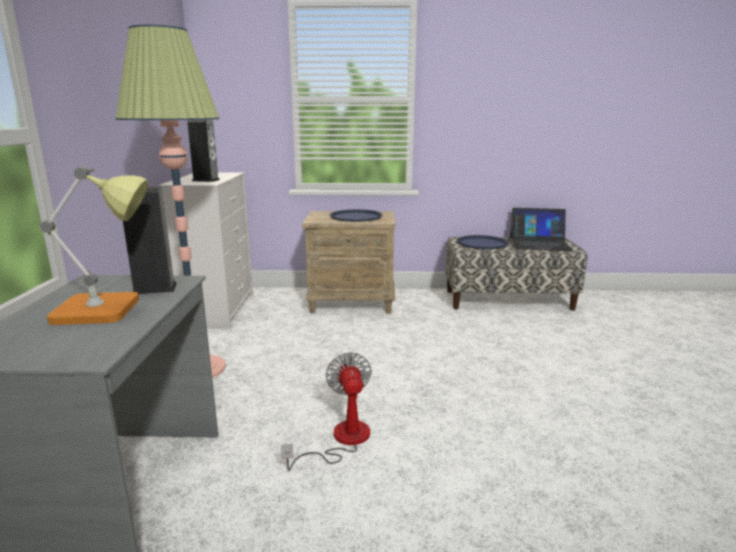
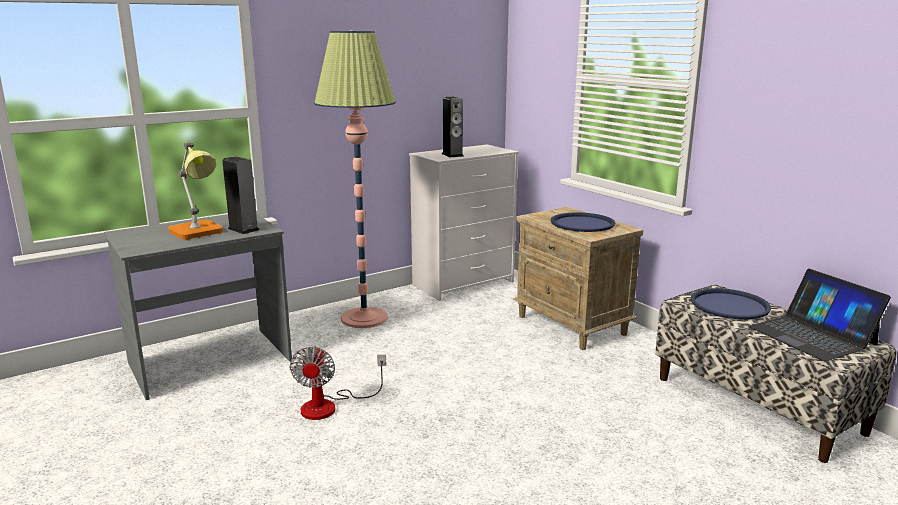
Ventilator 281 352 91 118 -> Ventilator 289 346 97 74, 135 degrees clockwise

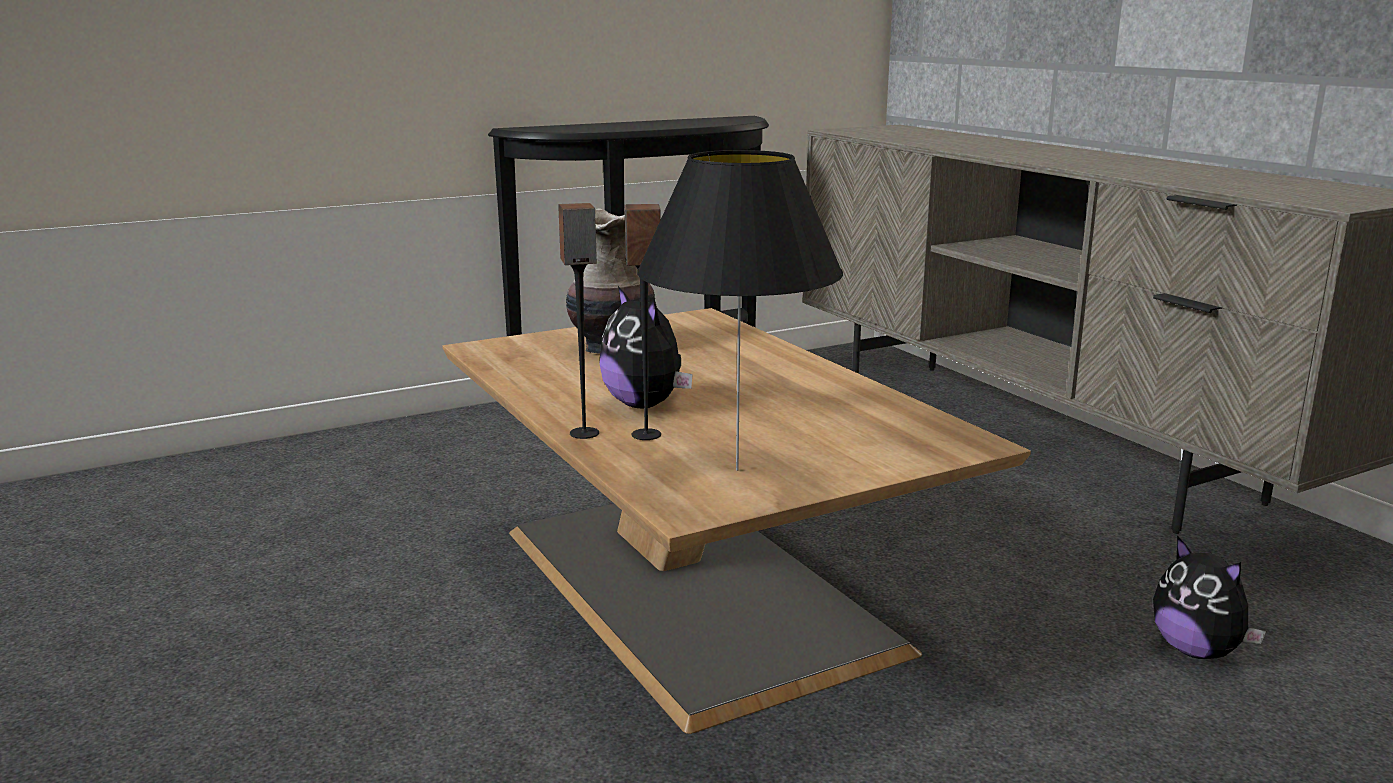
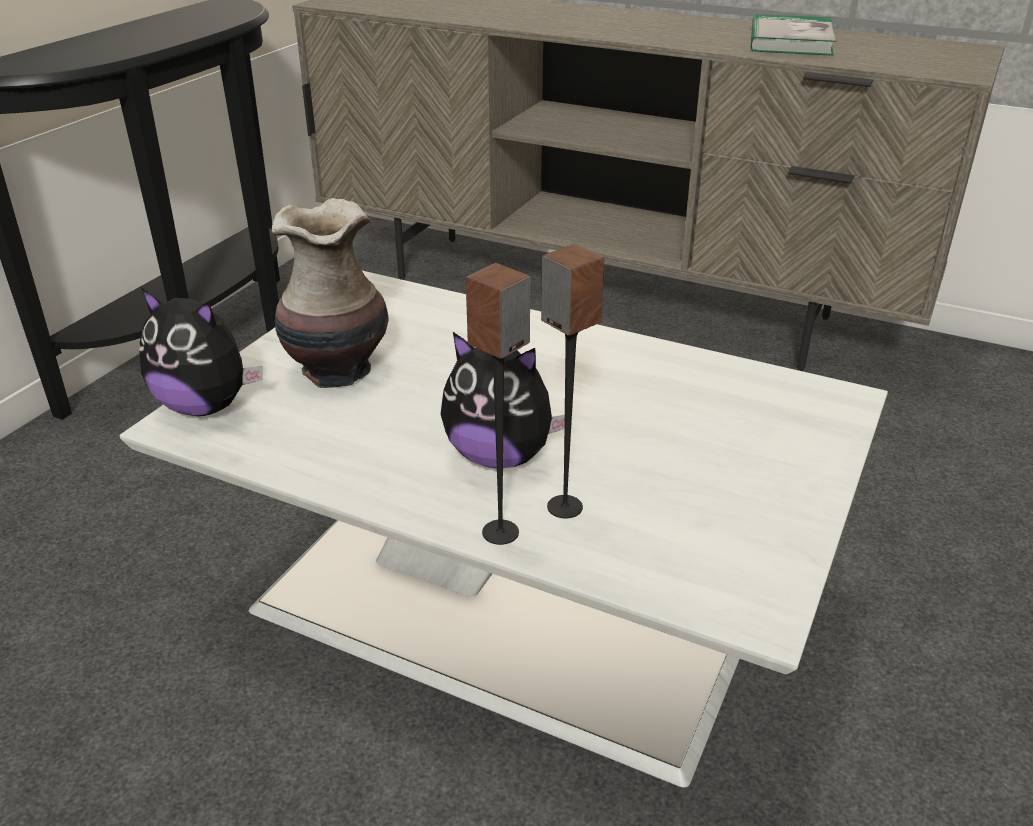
Couchtisch [braun] 443 308 588 426 -> Couchtisch [weiß] 119 271 769 517
Plüschtier 1153 536 113 123 -> Plüschtier 139 288 124 128, move
none -> Buch 751 14 85 42
Tischlampe [schwarz] 637 150 206 321 -> none

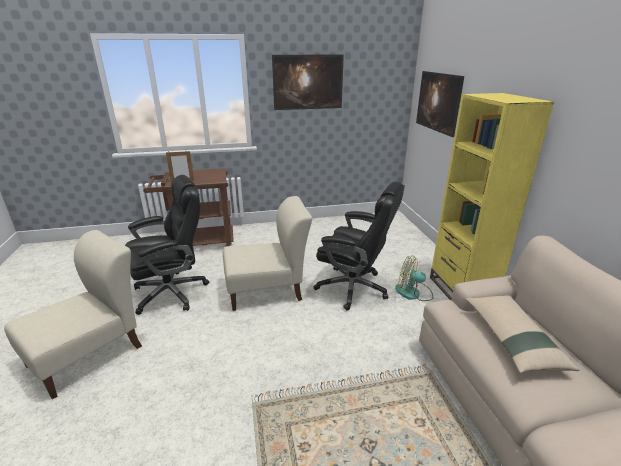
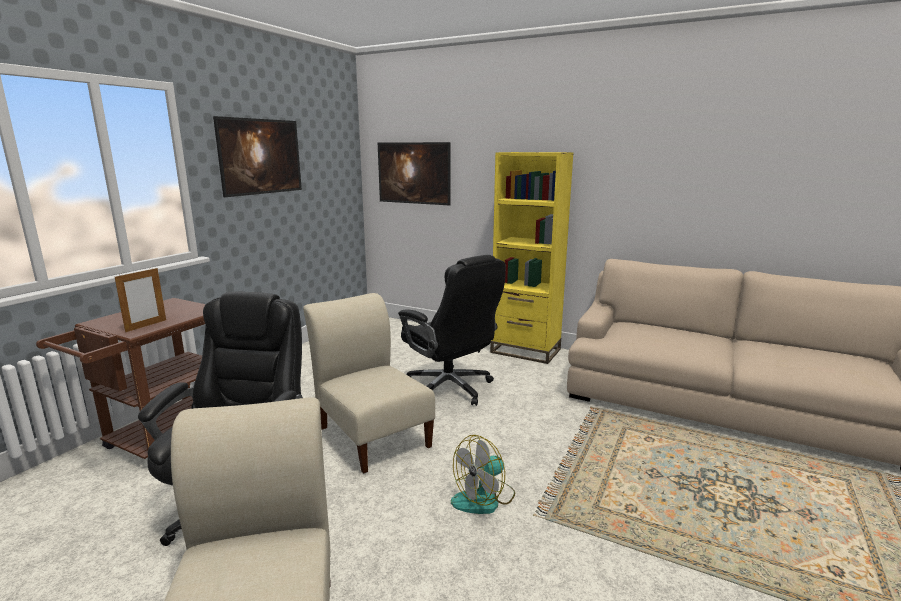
Stuhl [beige] 223 196 89 115 -> Stuhl [beige] 303 293 132 180, 60 degrees counterclockwise
Bürostuhl [schwarz] 314 182 91 129 -> Bürostuhl [schwarz] 398 255 108 151, 75 degrees clockwise
Ventilator 395 255 38 46 -> Ventilator 451 435 64 79, move
Kissen [beige] 466 295 113 78 -> none

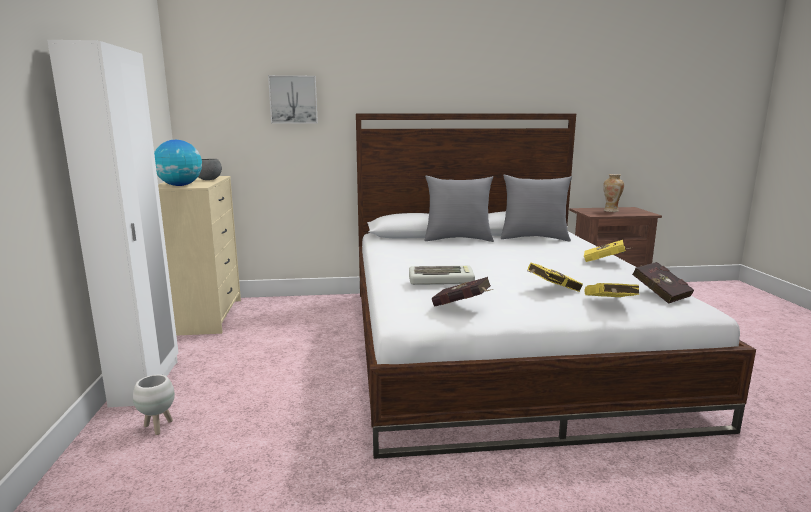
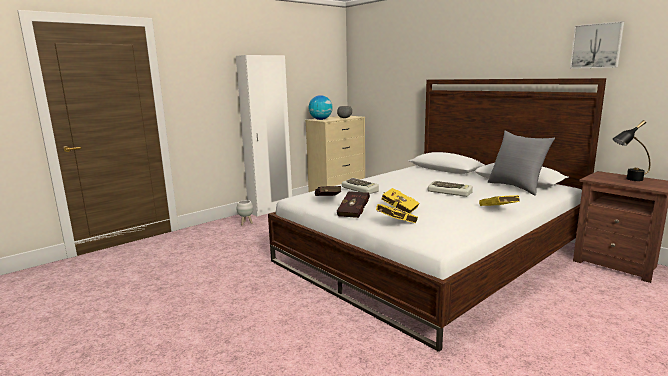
Buch [rot] 632 262 62 42 -> Buch [rot] 336 192 34 26, move
none -> Tastatur 428 181 45 16
Bild 268 75 50 49 -> Bild 570 21 54 48, move
Vase 603 174 21 38 -> Tischlampe [schwarz] 613 120 37 61
Kissen [grau] 425 176 69 66 -> none

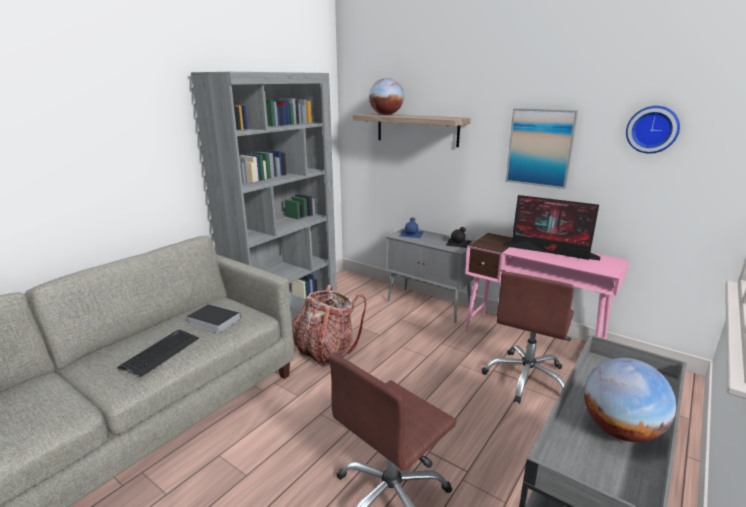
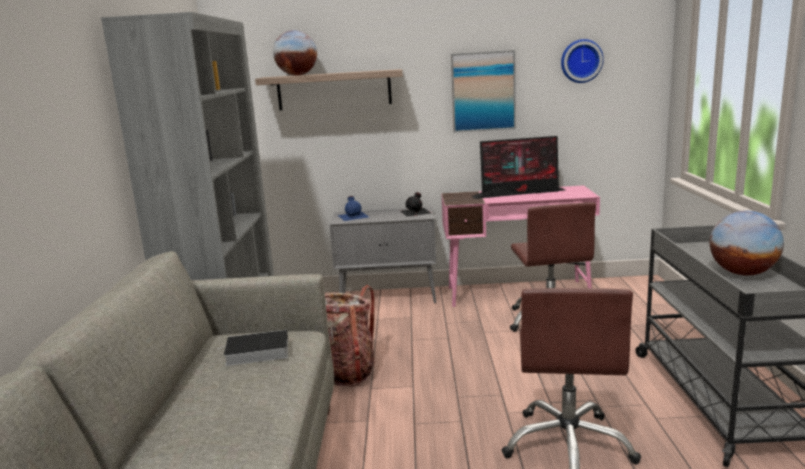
Tastatur 117 329 82 47 -> none

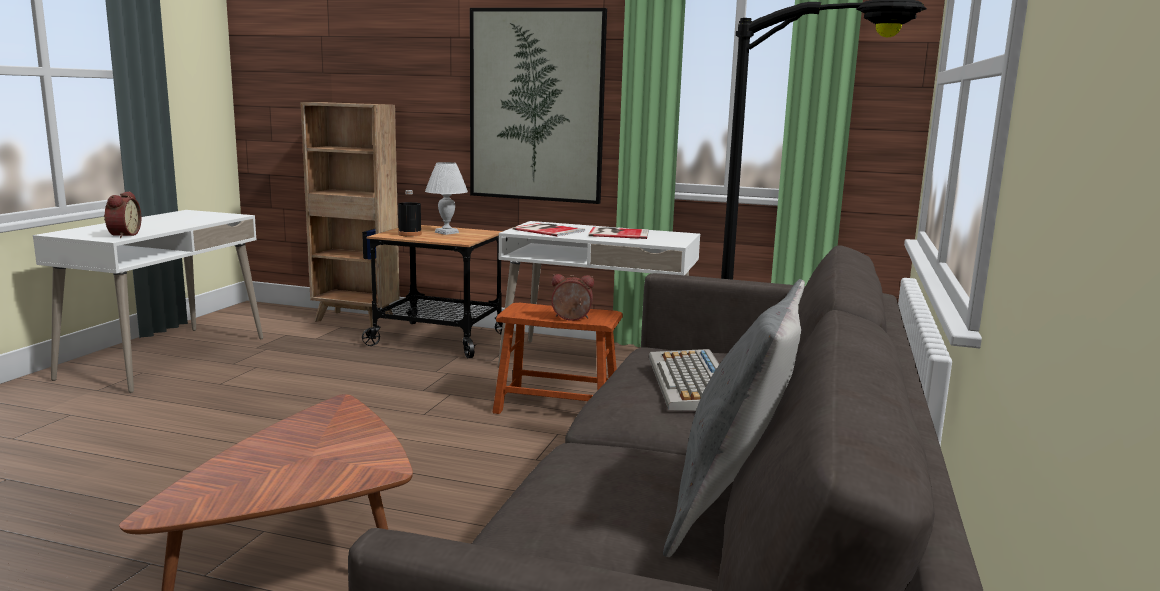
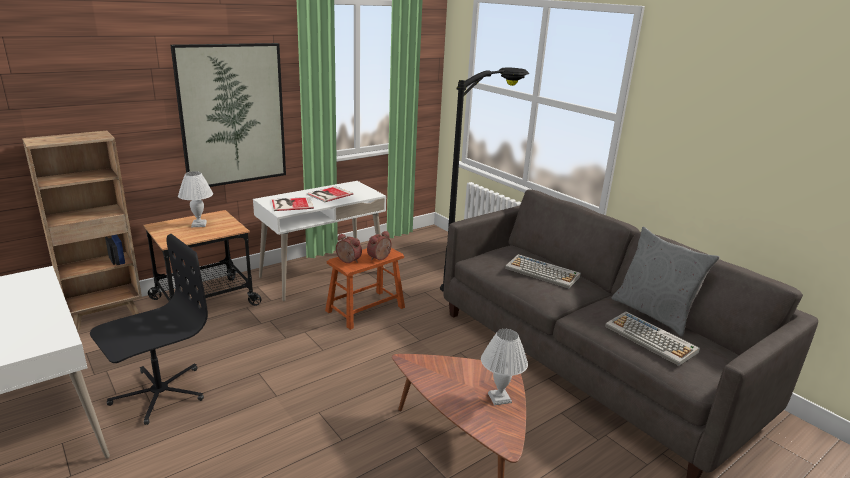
none -> Bürostuhl [schwarz] 90 234 118 191
Wecker 104 191 37 47 -> Wecker 336 234 26 29, move
none -> Tischlampe [weiß] 481 329 47 76
none -> Tastatur 605 311 95 55
Flasche [schwarz] 398 190 24 47 -> none

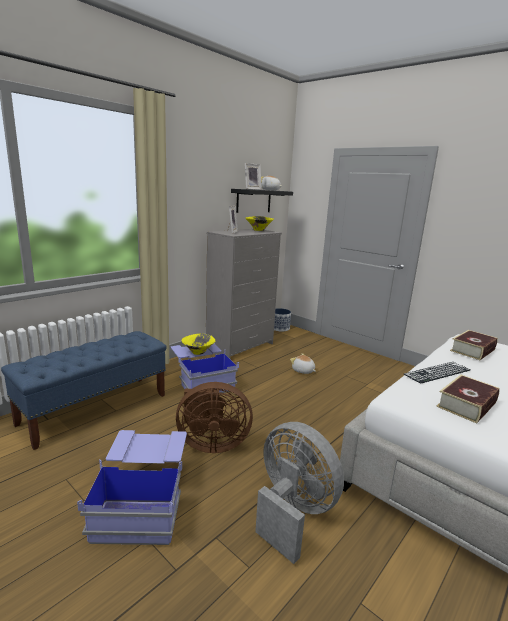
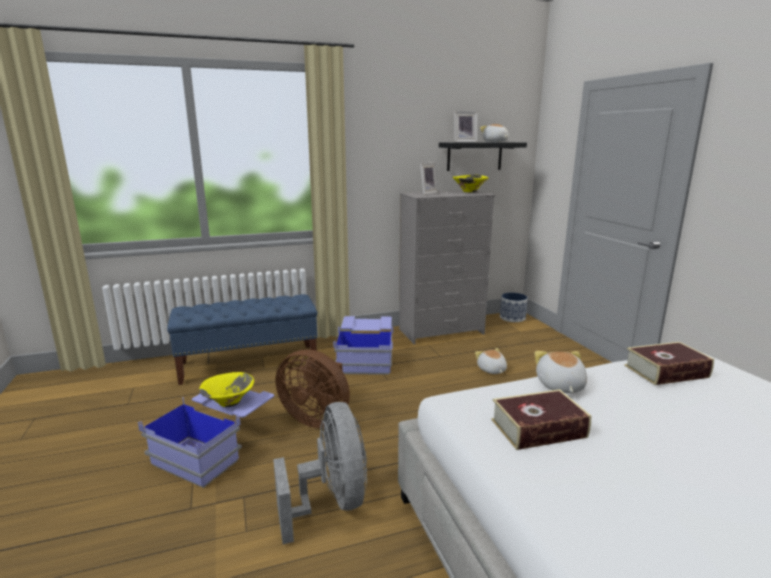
Schüssel [gelb] 181 334 34 21 -> Schüssel [gelb] 199 372 55 35, move
Tastatur 404 362 67 22 -> Plüschtier 535 351 52 42

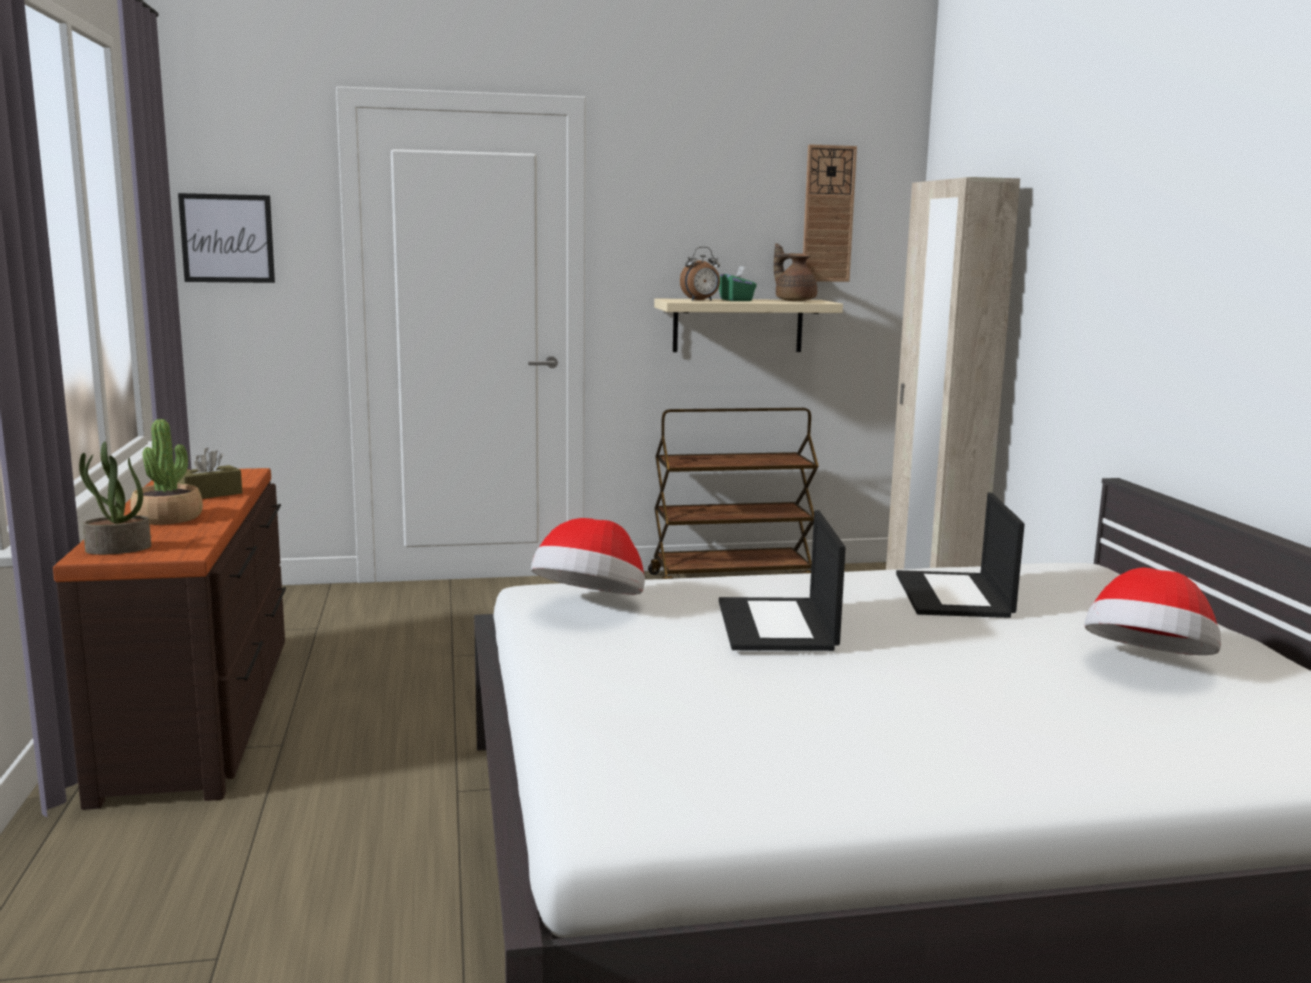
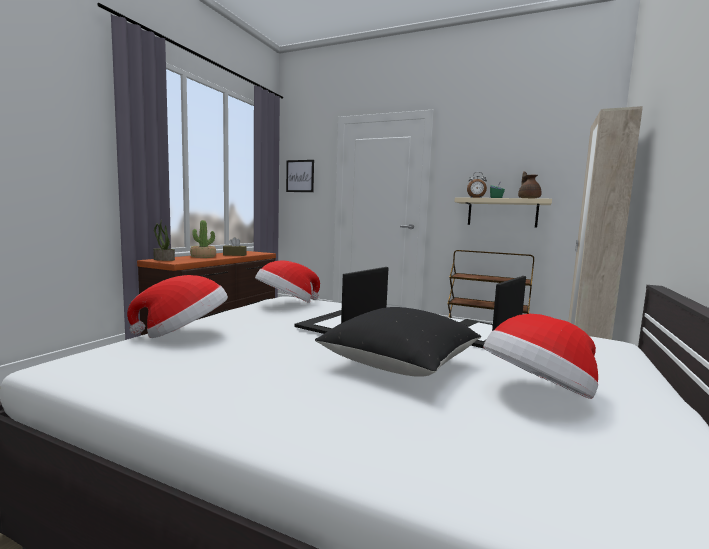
none -> Hut 127 275 101 63
none -> Kissen [schwarz] 315 307 166 70
Wanduhr 803 144 54 138 -> none

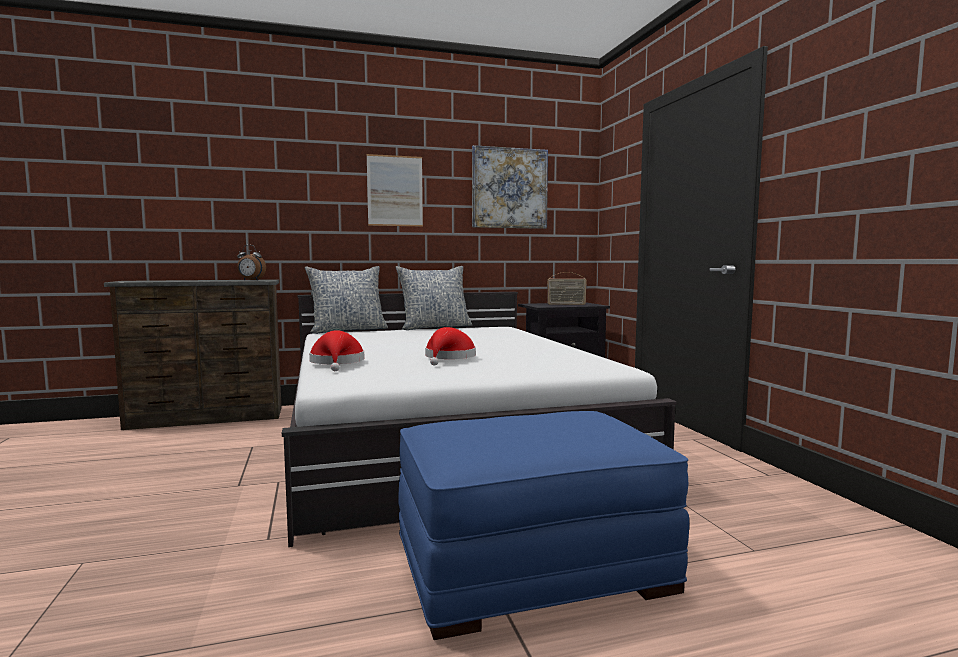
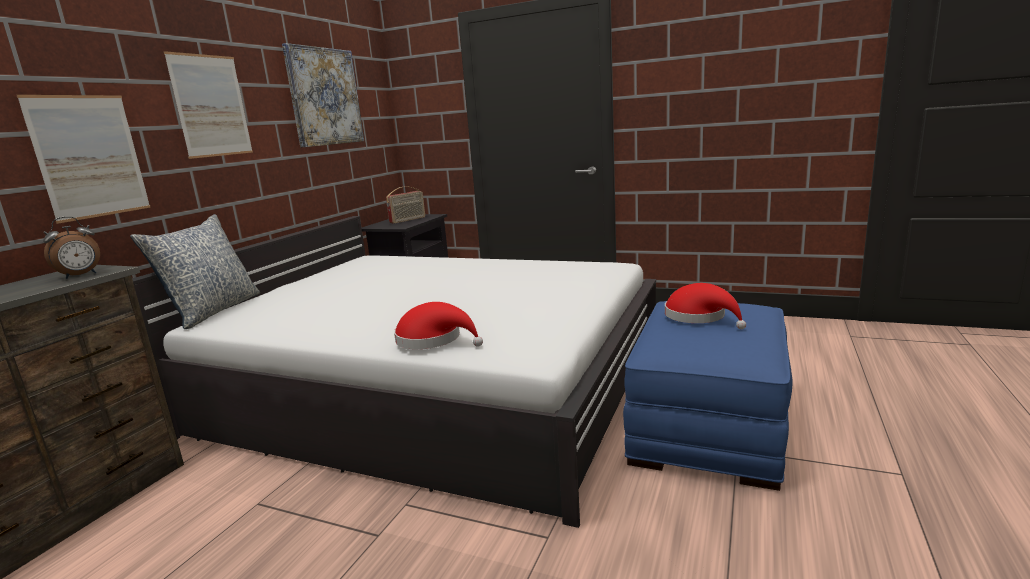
none -> Bild 17 95 133 129
Hut [rot] 425 327 51 39 -> Hut [rot] 665 283 81 46, move
Kissen 395 266 77 64 -> none

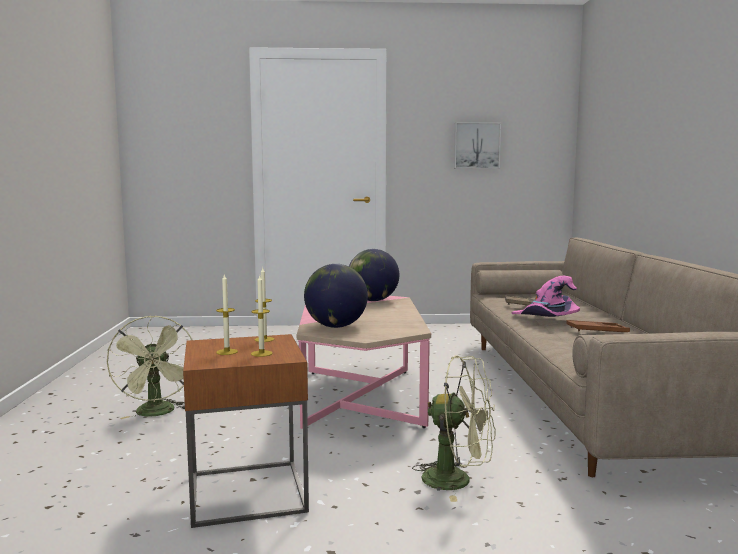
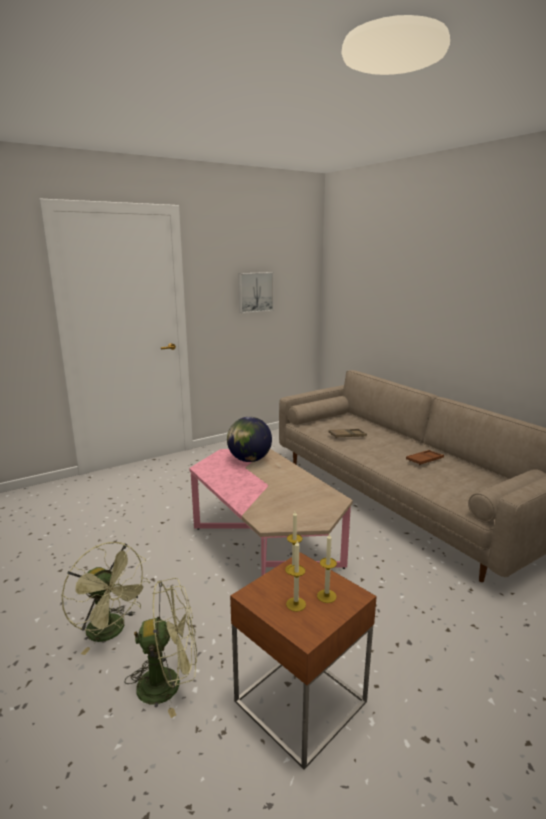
Ventilator [grün] 412 355 84 147 -> Ventilator [grün] 125 578 72 140, move
Globus 304 264 64 64 -> none
Hut [rosa] 512 276 68 41 -> none

